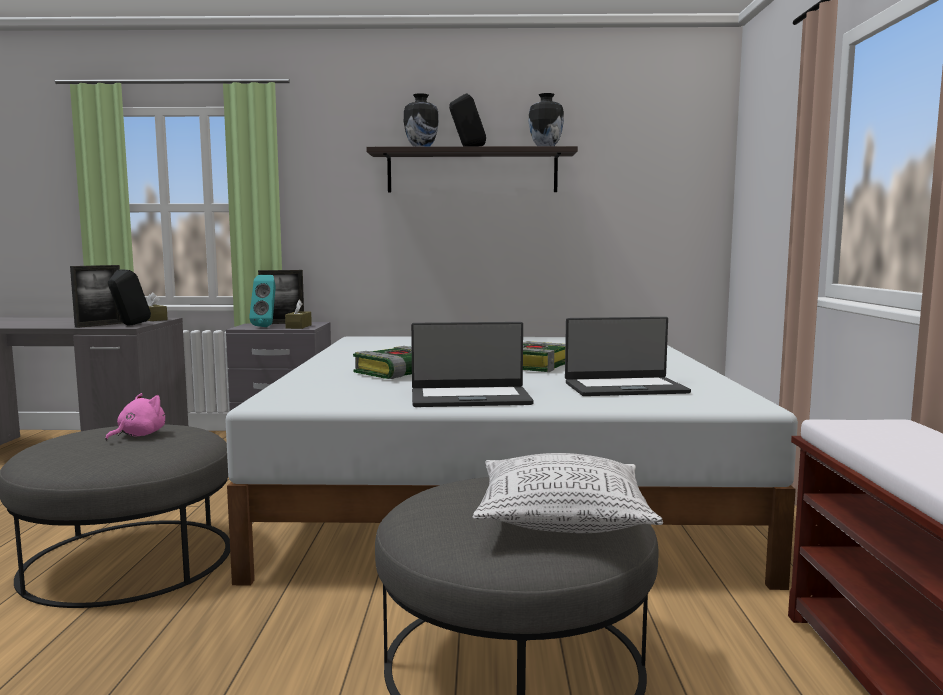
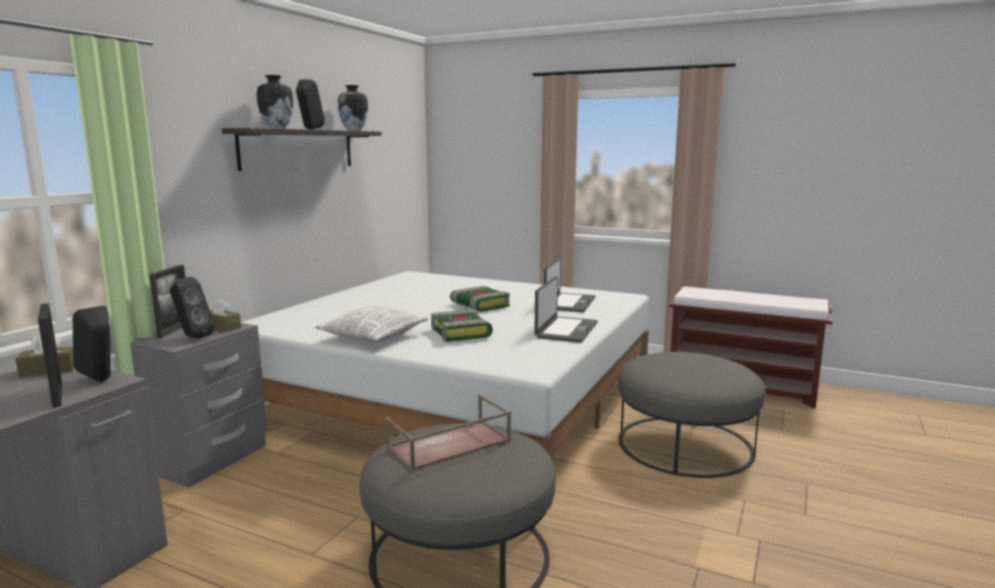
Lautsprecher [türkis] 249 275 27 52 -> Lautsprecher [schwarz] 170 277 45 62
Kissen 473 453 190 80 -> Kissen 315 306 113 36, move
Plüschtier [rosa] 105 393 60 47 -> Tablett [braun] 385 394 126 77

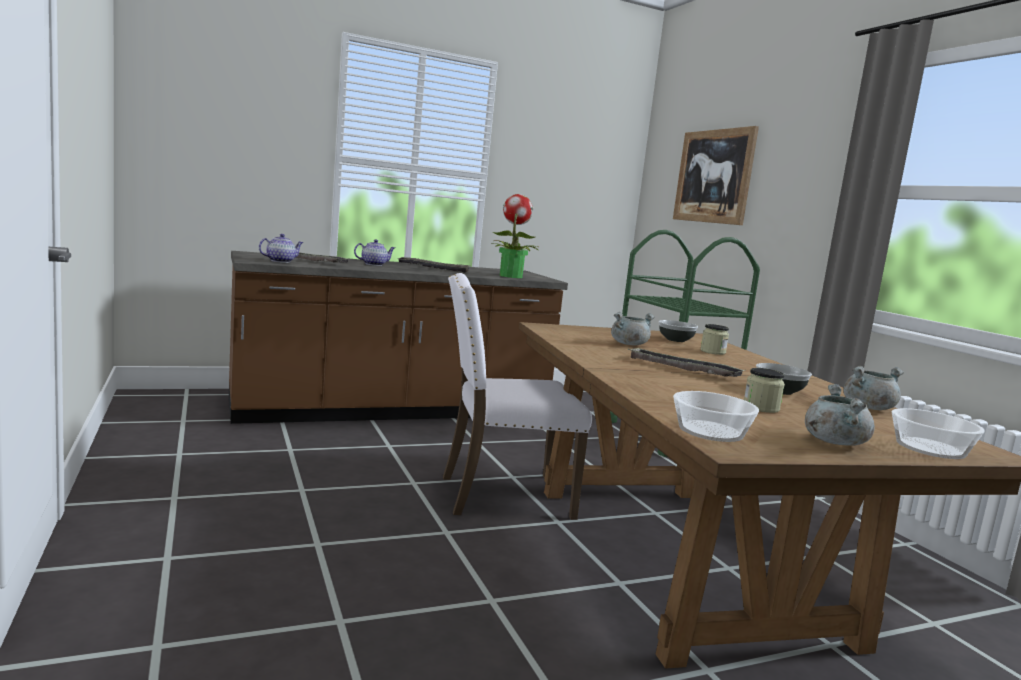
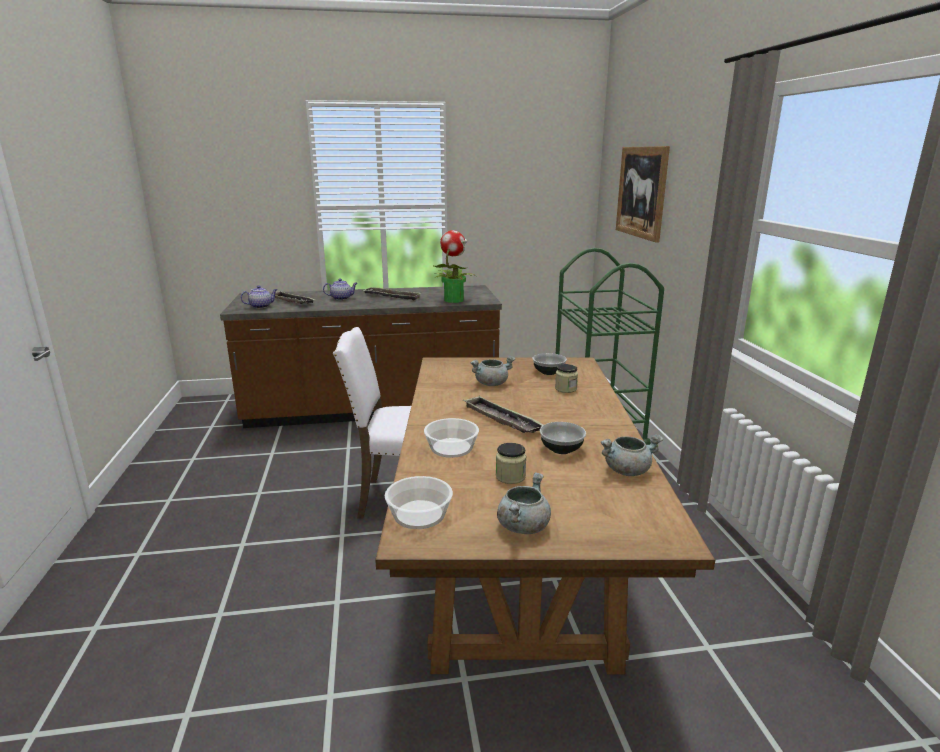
Schüssel 892 408 93 51 -> Schüssel 424 418 55 40, move

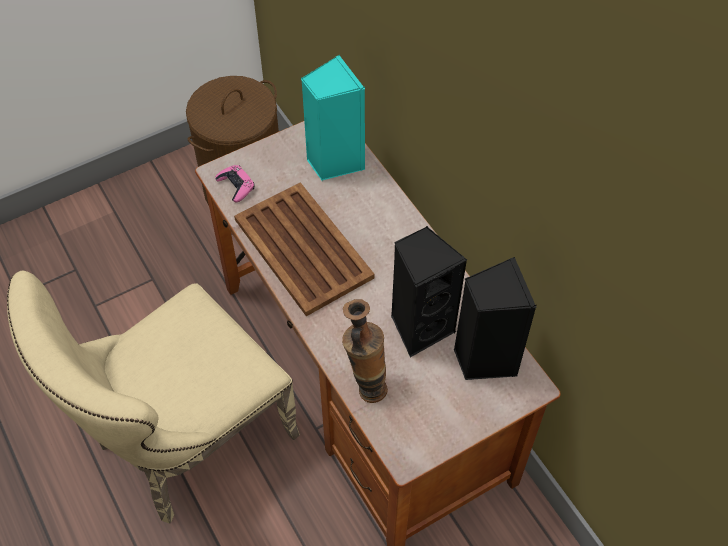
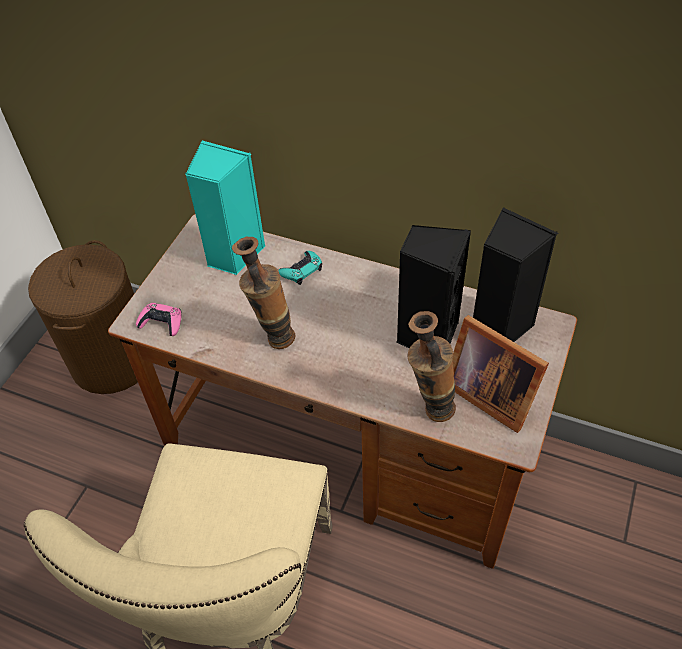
Tablett [braun] 234 182 141 134 -> Vase 232 236 64 113
none -> Gamepad [türkis] 279 251 43 34
none -> Bilderrahmen 452 315 97 118

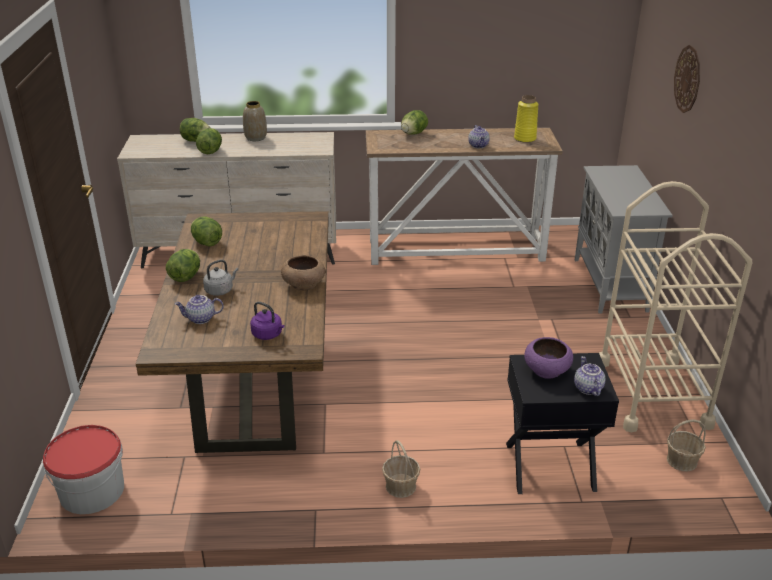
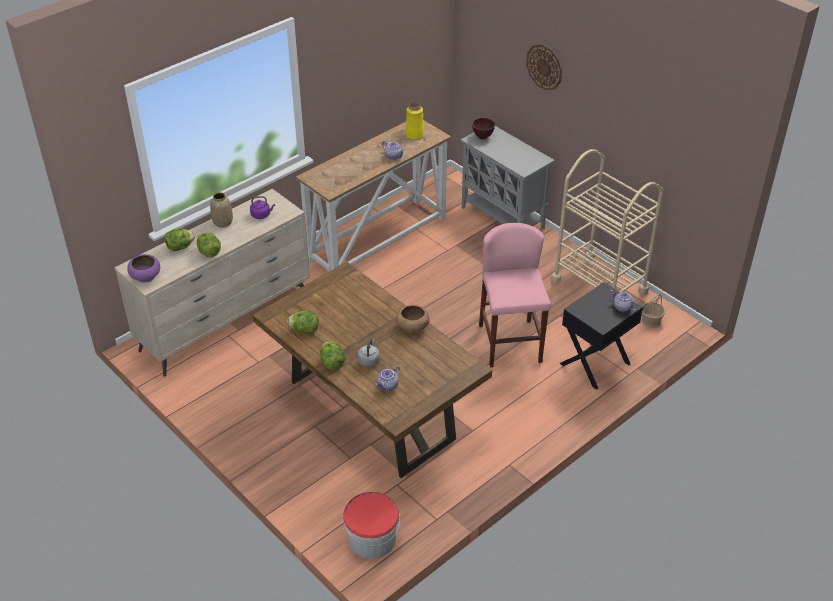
Schüssel [lila] 524 337 49 42 -> Schüssel [lila] 127 254 33 29, move
Wasserkessel [lila] 250 302 35 38 -> Wasserkessel [lila] 250 196 25 23, move
none -> Schüssel [braun] 472 118 23 22
none -> Hocker [rosa] 479 223 72 144
Korb 382 440 38 58 -> none
Salatkopf 401 110 27 25 -> none

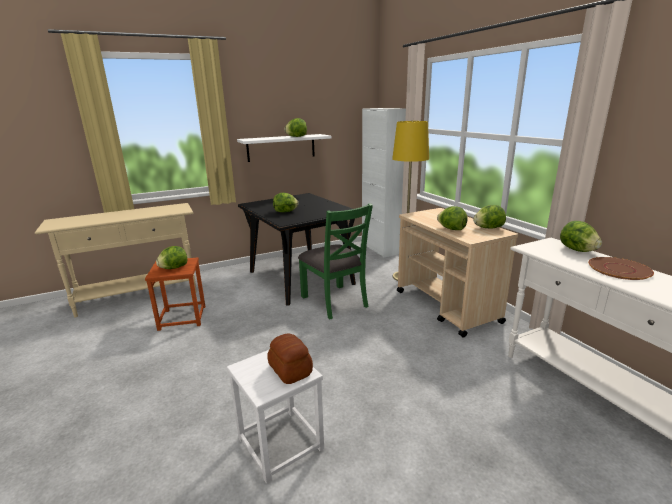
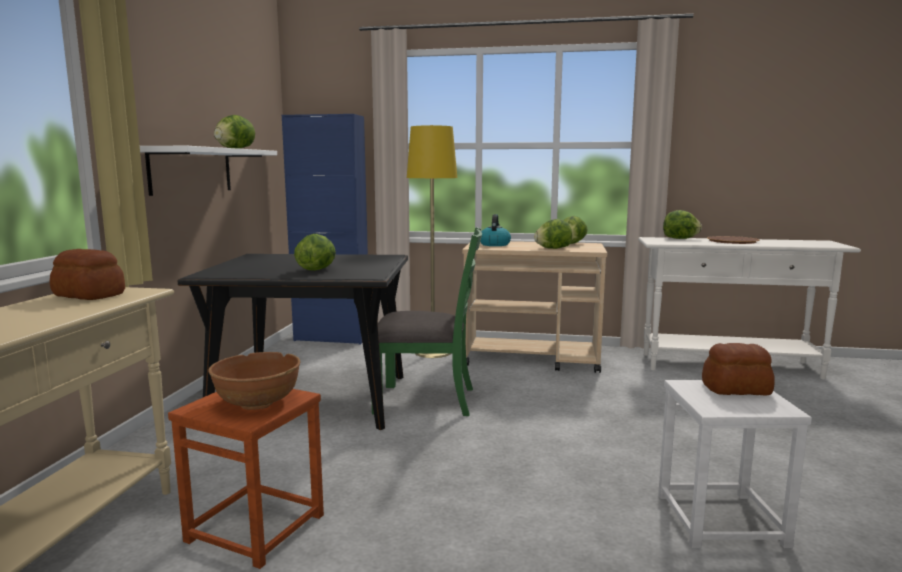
none -> Brot 50 249 75 51
Salatkopf 156 246 31 23 -> Schüssel [braun] 208 352 92 58
Schrank [weiß] 362 108 44 150 -> Schrank [blau] 282 114 86 231
none -> Wasserkessel 480 214 31 32

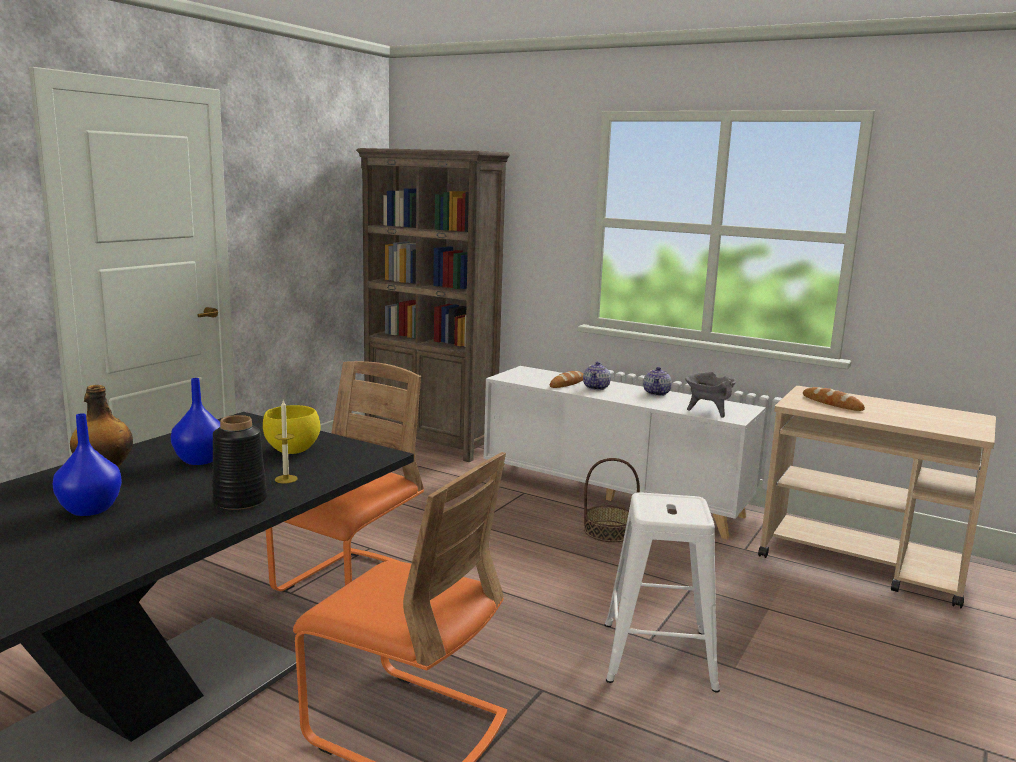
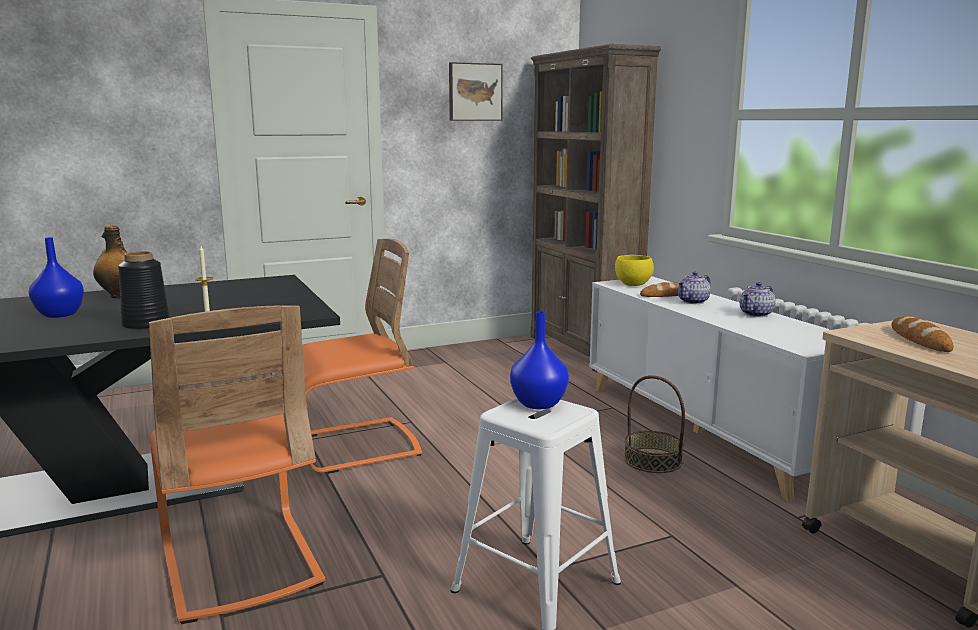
none -> Bild 449 62 54 59
Vase [blau] 171 378 49 87 -> Vase [blau] 510 311 59 98, move
Schüssel [gelb] 263 405 58 49 -> Schüssel [gelb] 615 255 39 31, move
Kochtopf [grau] 685 372 51 46 -> none

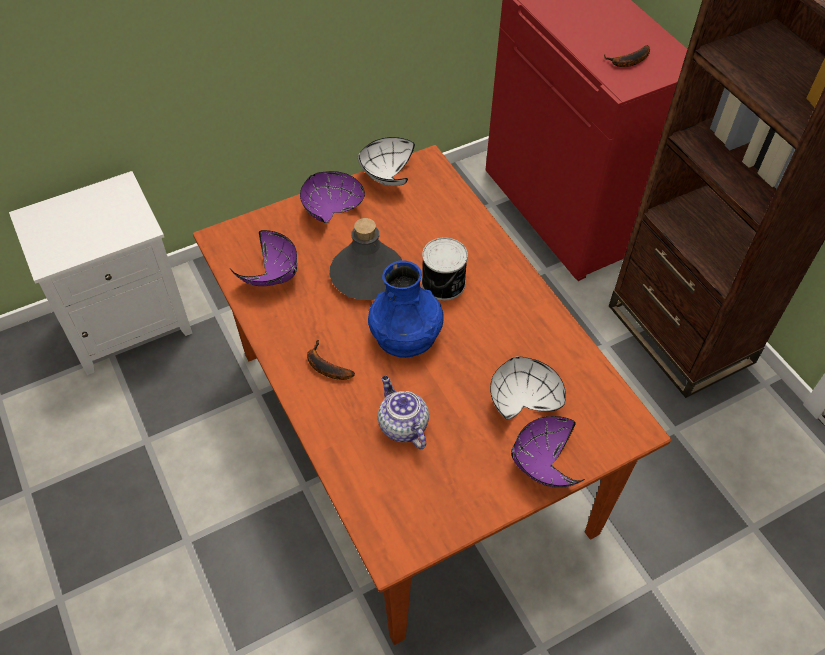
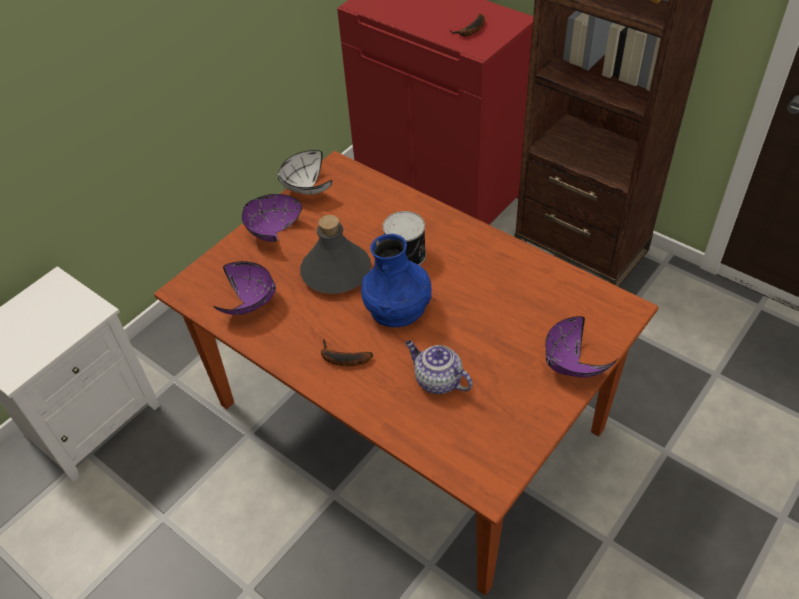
Schüssel [weiß] 490 356 76 64 -> none

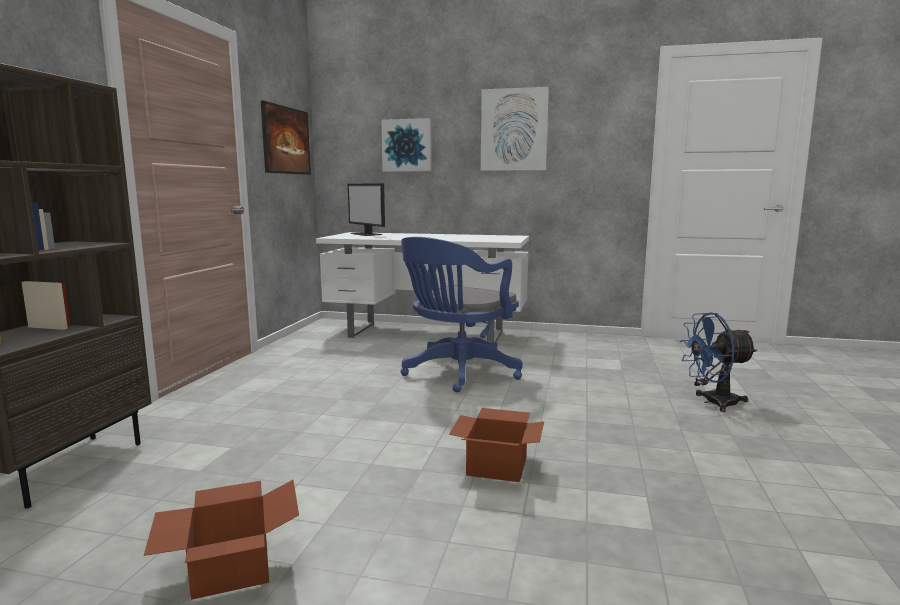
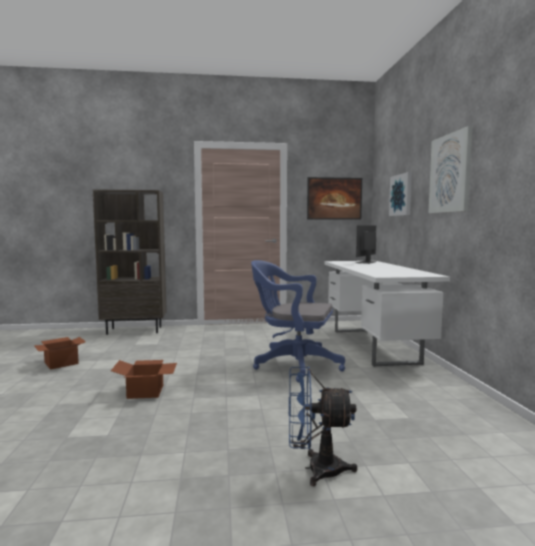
Ventilator [blau] 680 312 77 100 -> Ventilator [blau] 289 367 68 119, 60 degrees counterclockwise

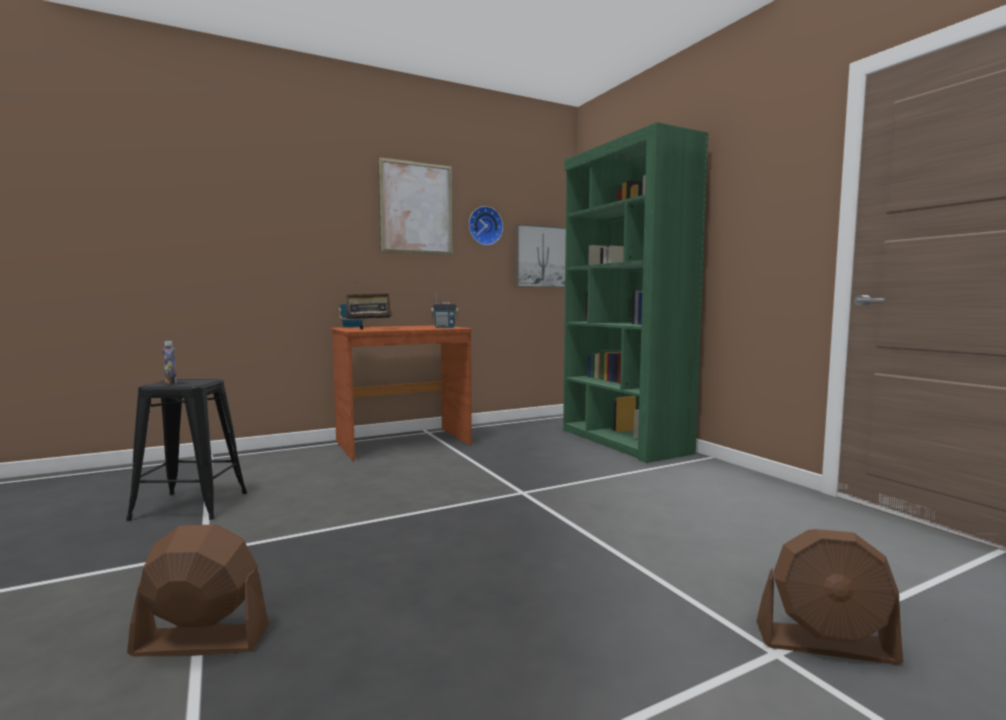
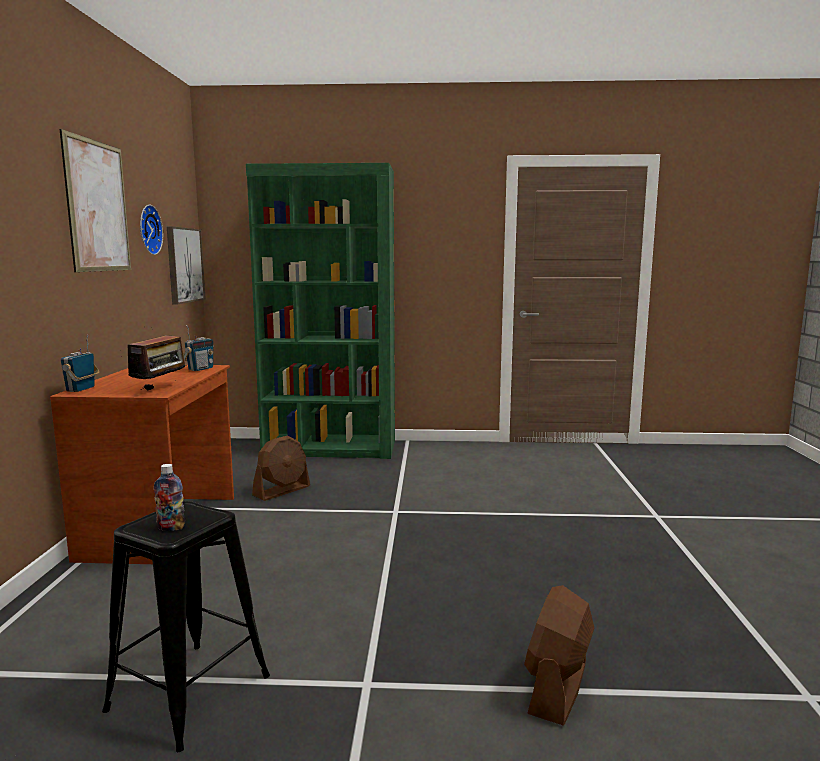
Ventilator [braun] 756 529 147 136 -> Ventilator [braun] 252 435 58 66, move

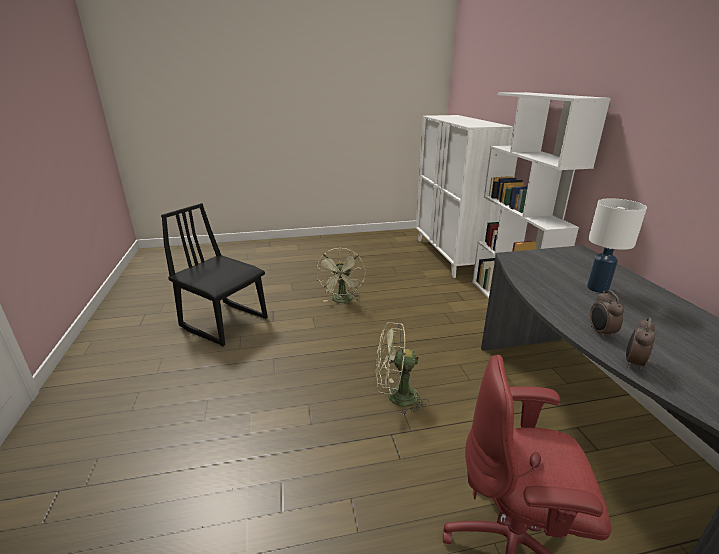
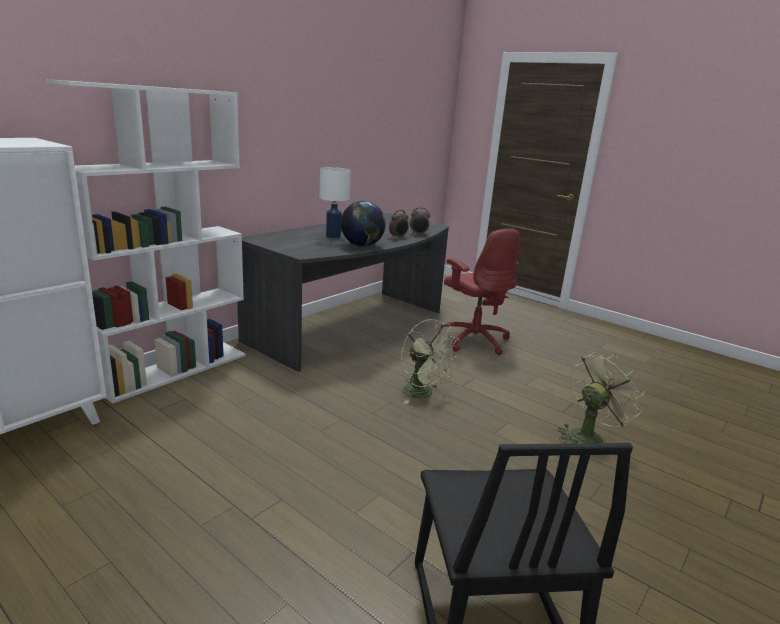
none -> Globus 341 201 45 46
Ventilator [grün] 317 248 48 55 -> Ventilator [grün] 557 352 88 91, move

